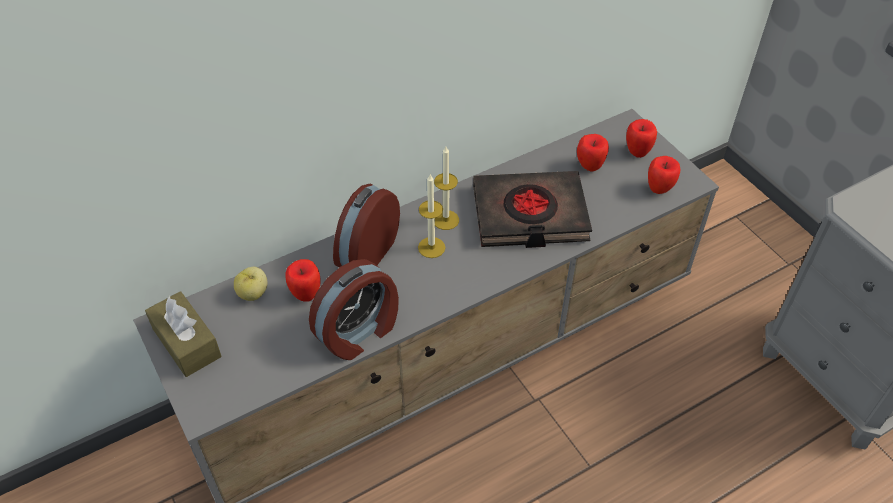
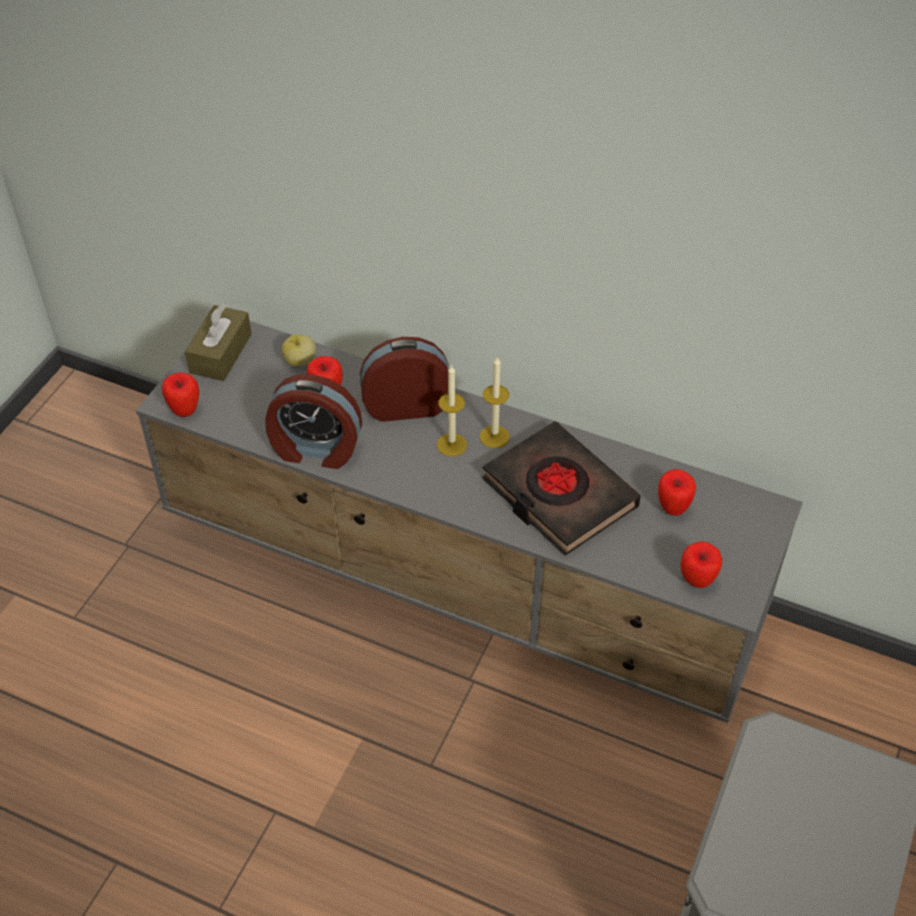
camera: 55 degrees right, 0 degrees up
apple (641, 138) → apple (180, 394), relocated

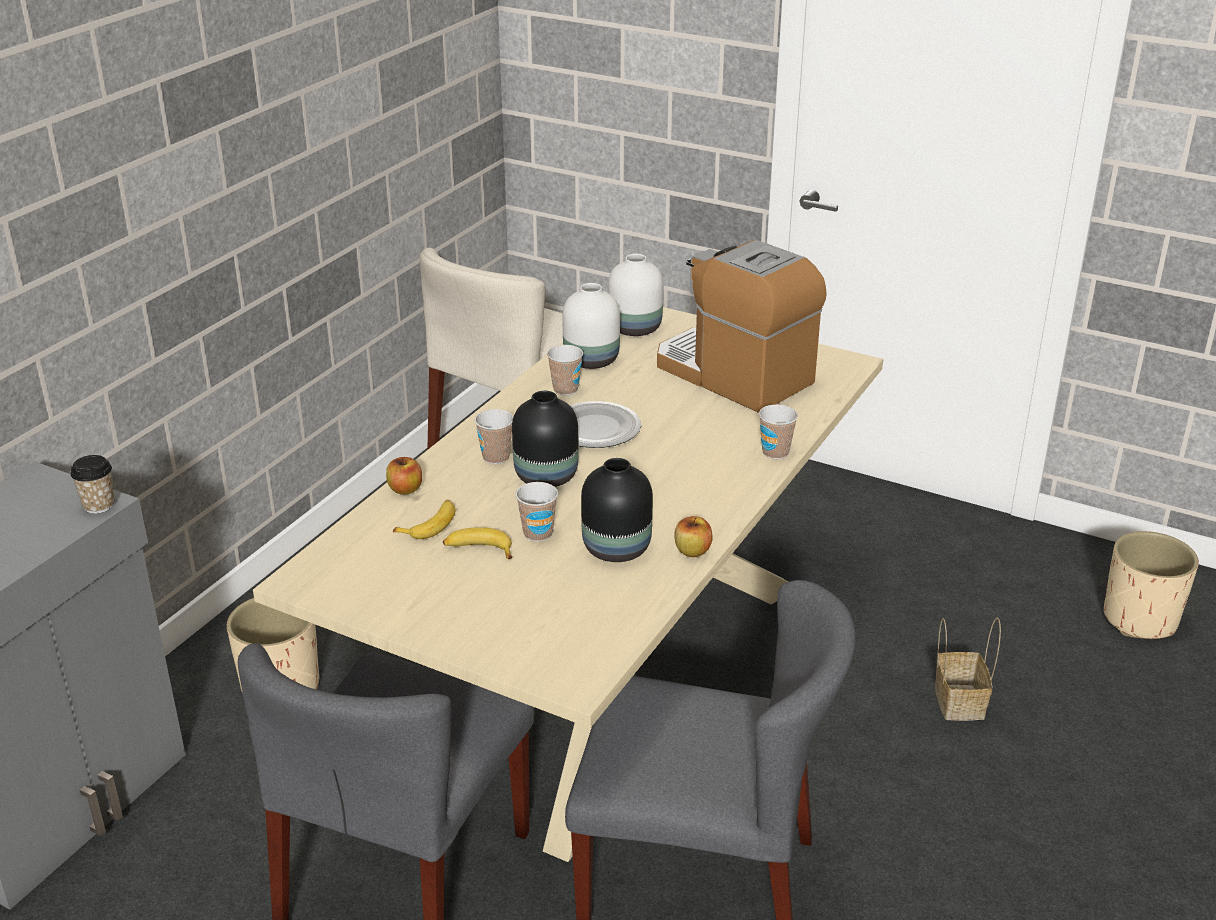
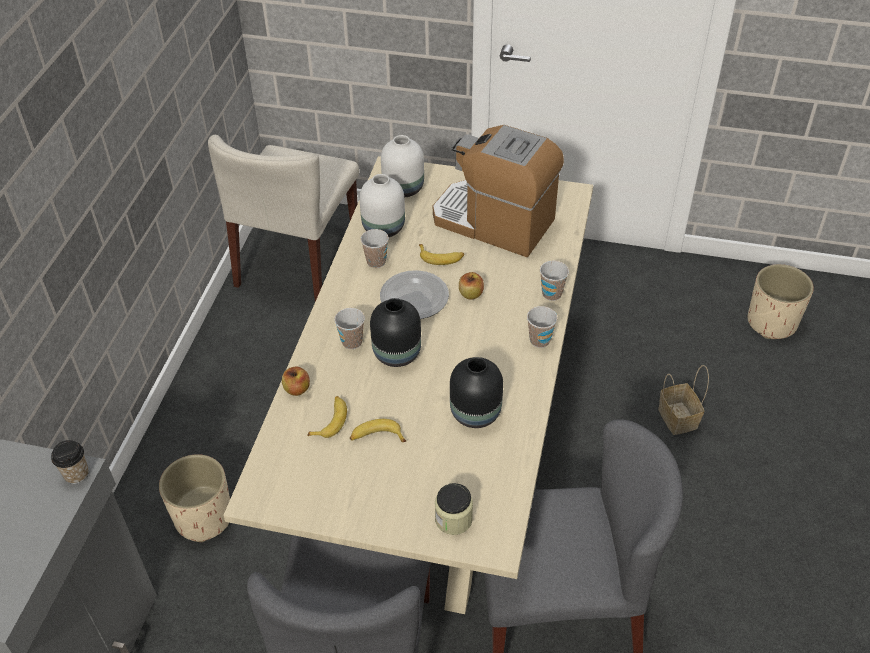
camera: 15 degrees left, 15 degrees up
cup (536, 512) → cup (542, 327), relocated
apple (693, 536) → apple (471, 286), relocated
- → banana (441, 254)
- → jar (454, 509)

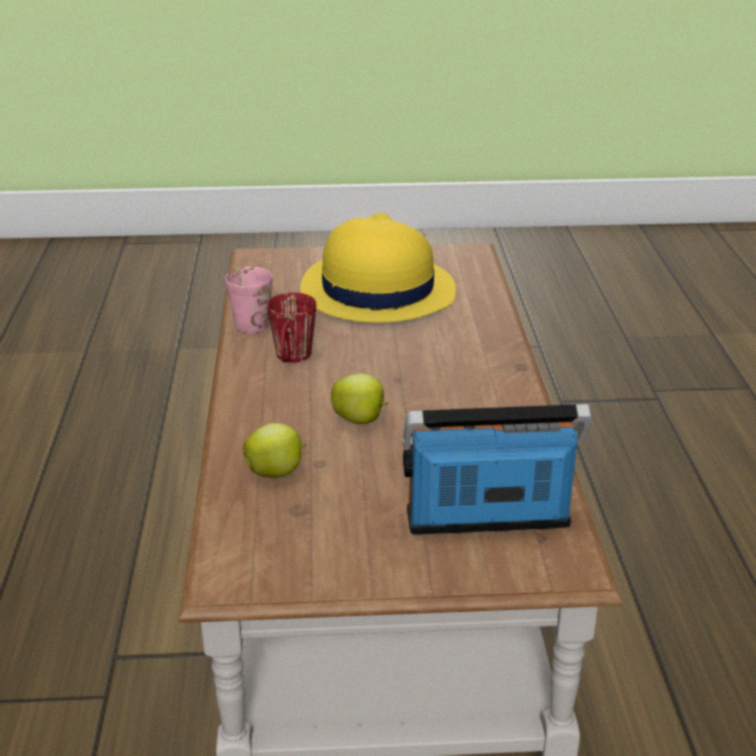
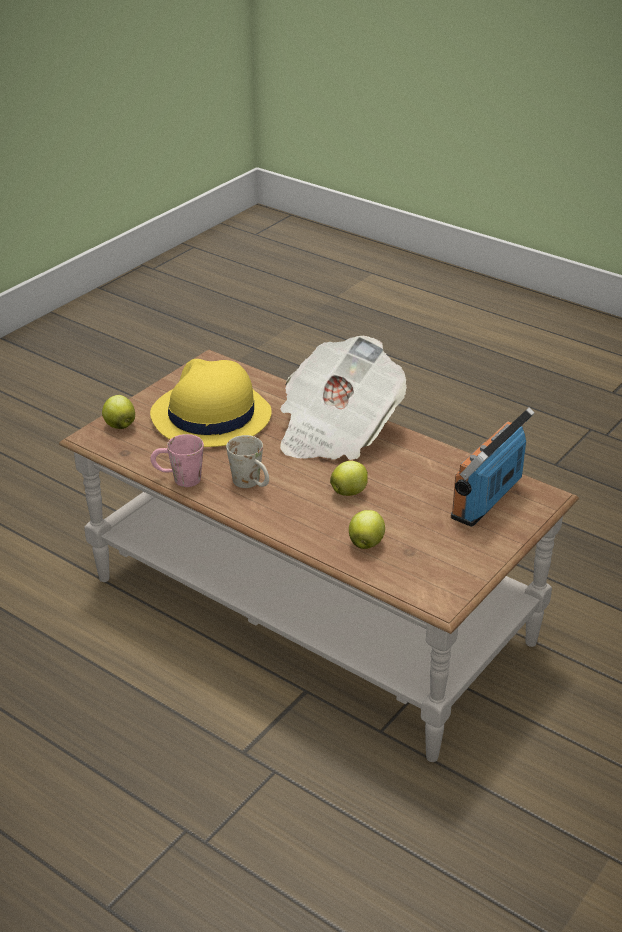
camera: 50 degrees left, 5 degrees up
red mug (291, 327) → white mug (247, 461)
- → newspaper (343, 398)
- → apple (118, 412)

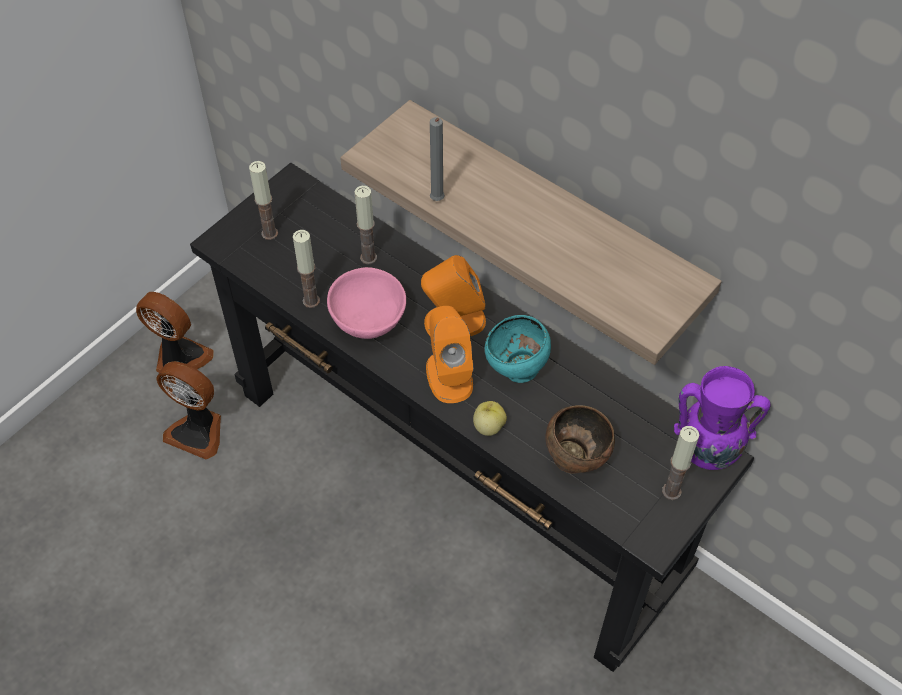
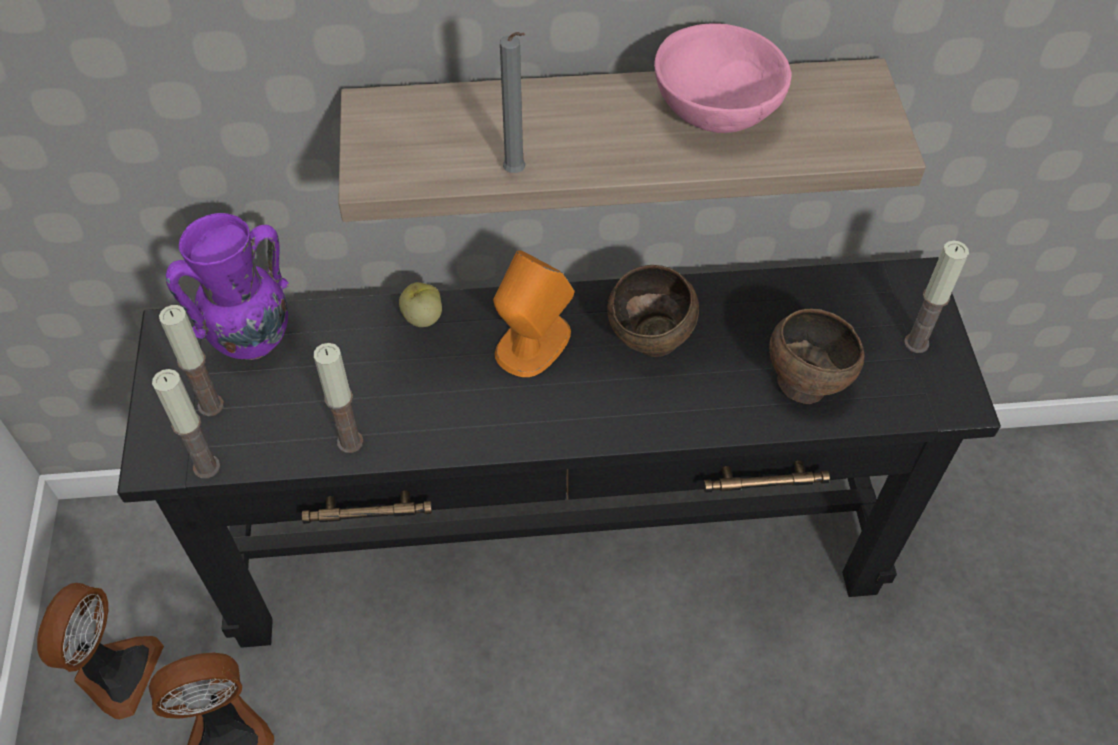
camera: 45 degrees left, 0 degrees up
candle (366, 225) → candle (186, 424), relocated
pink bowl (366, 303) → pink bowl (723, 78), relocated
fan (175, 332) → fan (100, 651), 120 degrees clockwise
orange speaker (450, 354) → -
turquoise bowl (518, 349) → brown bowl (653, 311)
purple vase (722, 418) → purple vase (227, 286), relocated
apple (490, 418) → apple (420, 304), relocated

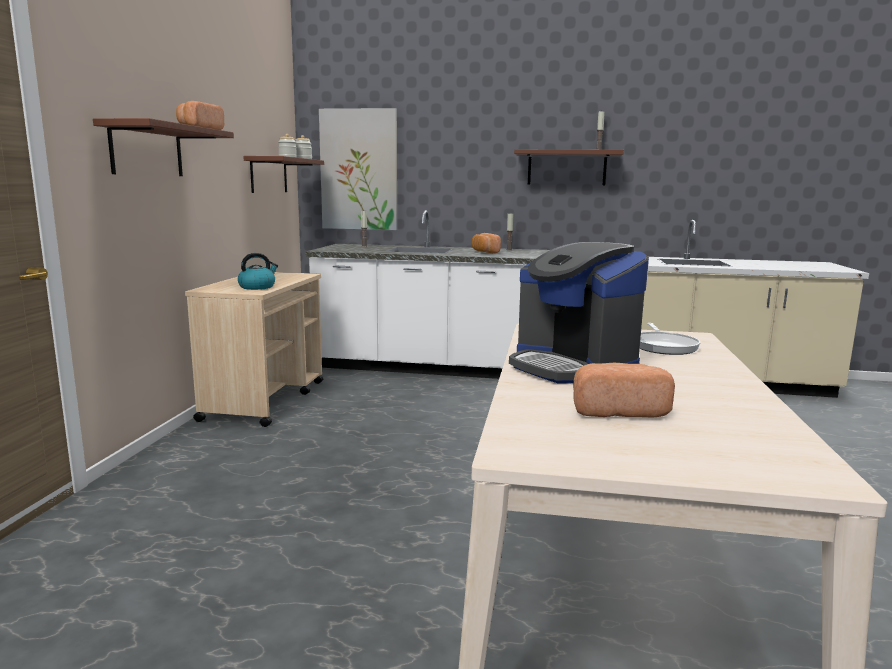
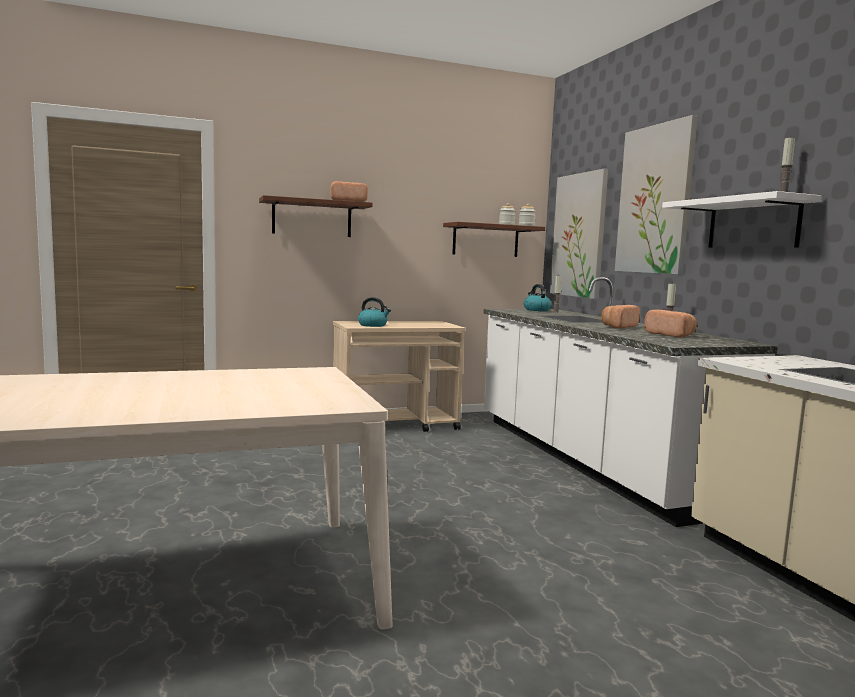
camera: 60 degrees right, 5 degrees down
brown shelf (569, 167) → white shelf (742, 219)
coffee machine (579, 313) → -
frying pan (670, 339) → -
bread (624, 390) → bread (670, 323), relocated
- → picture (656, 195)
- → kettle (538, 297)

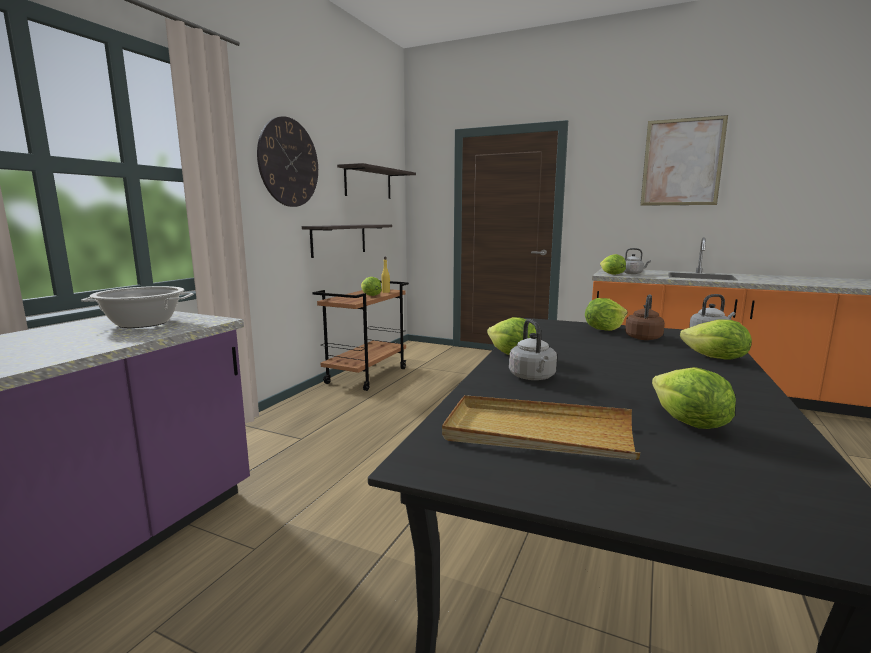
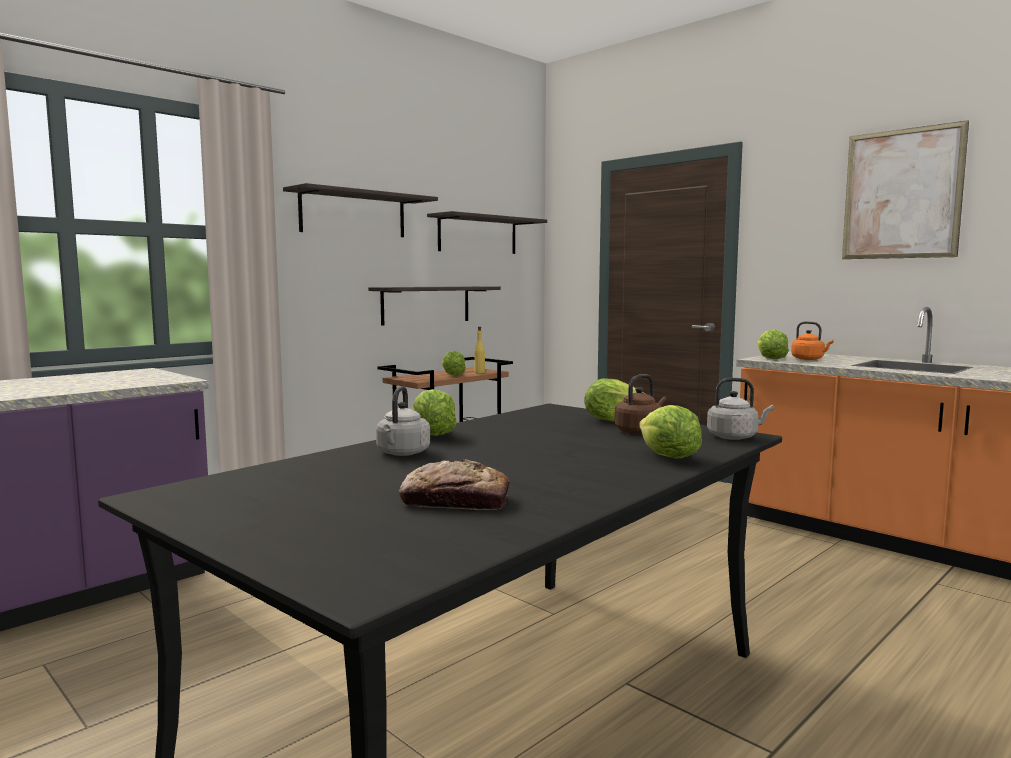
camera: 20 degrees right, 5 degrees down
wall clock (287, 161) → shelf (360, 210)
grey kettle (637, 261) → orange kettle (812, 340)
cooking pot (137, 307) → -
lettuce (694, 398) → bread (454, 485)
beige tray (541, 427) → -

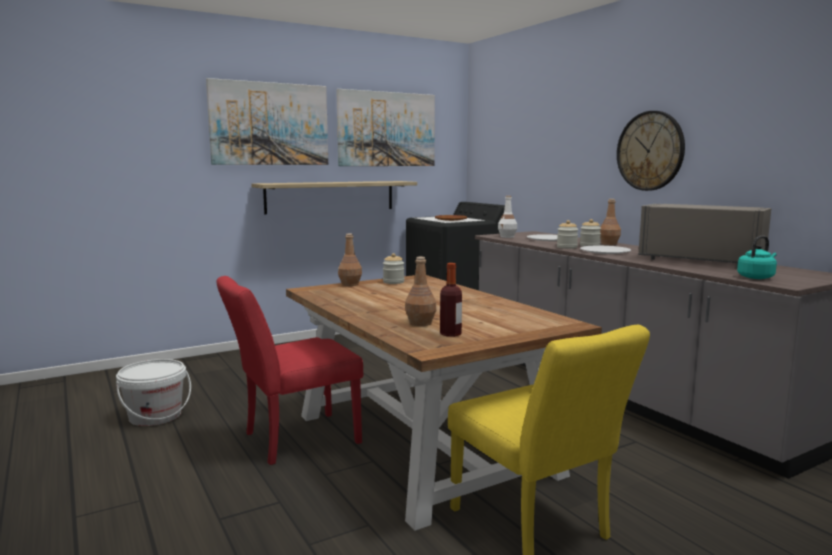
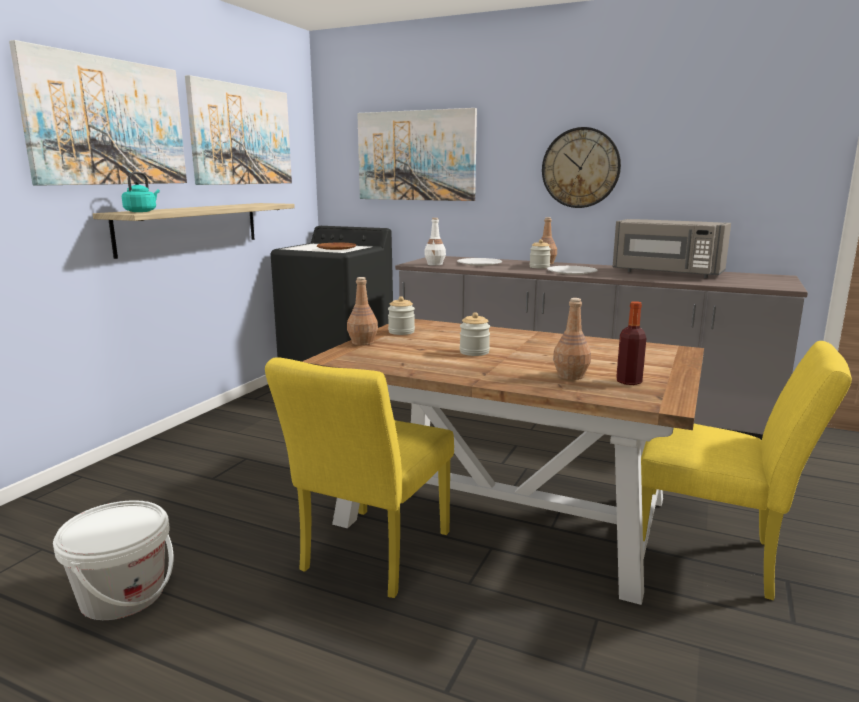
camera: 35 degrees left, 5 degrees up
grey microwave (704, 235) → grey microwave (672, 248), 150 degrees counterclockwise
jar (567, 234) → jar (475, 334), relocated
turquoise kettle (757, 257) → turquoise kettle (141, 192), relocated
red chair (290, 370) → yellow chair (359, 477)
- → picture (417, 154)

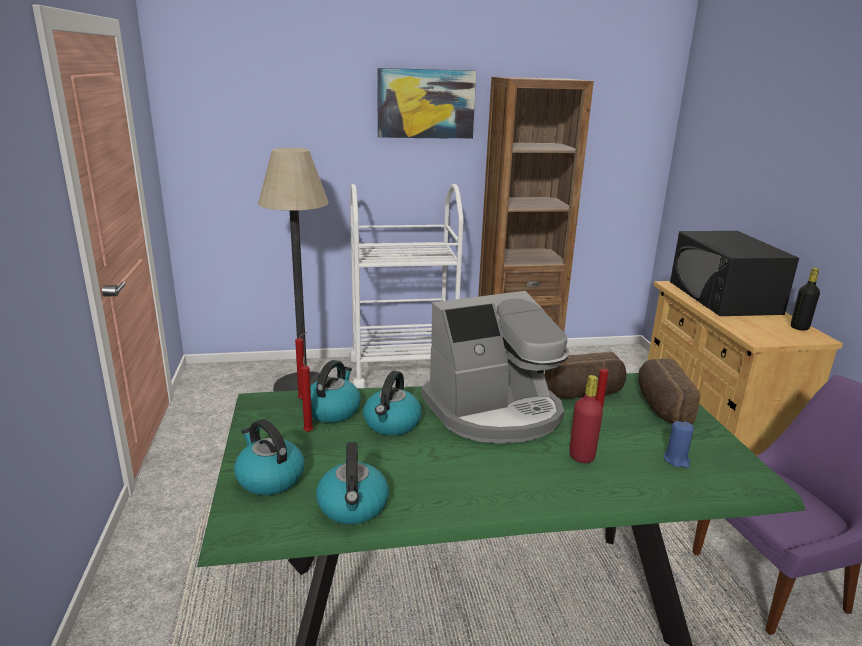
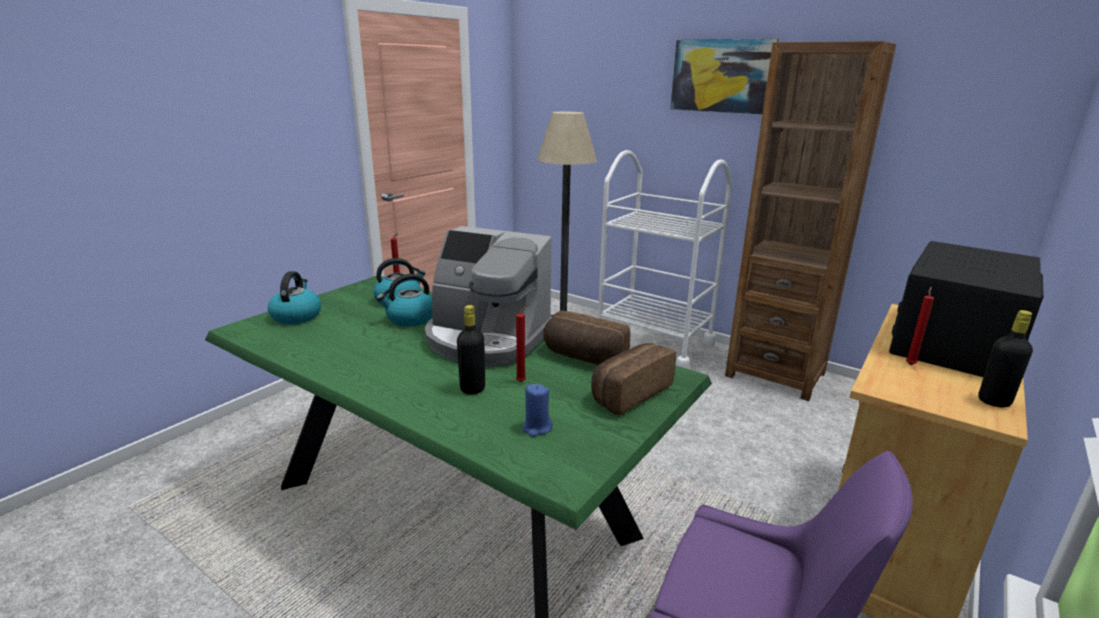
camera: 45 degrees right, 0 degrees up
red candle (307, 394) → red candle (920, 326), relocated
red bottle (586, 419) → black bottle (471, 350)
kettle (352, 483) → -

